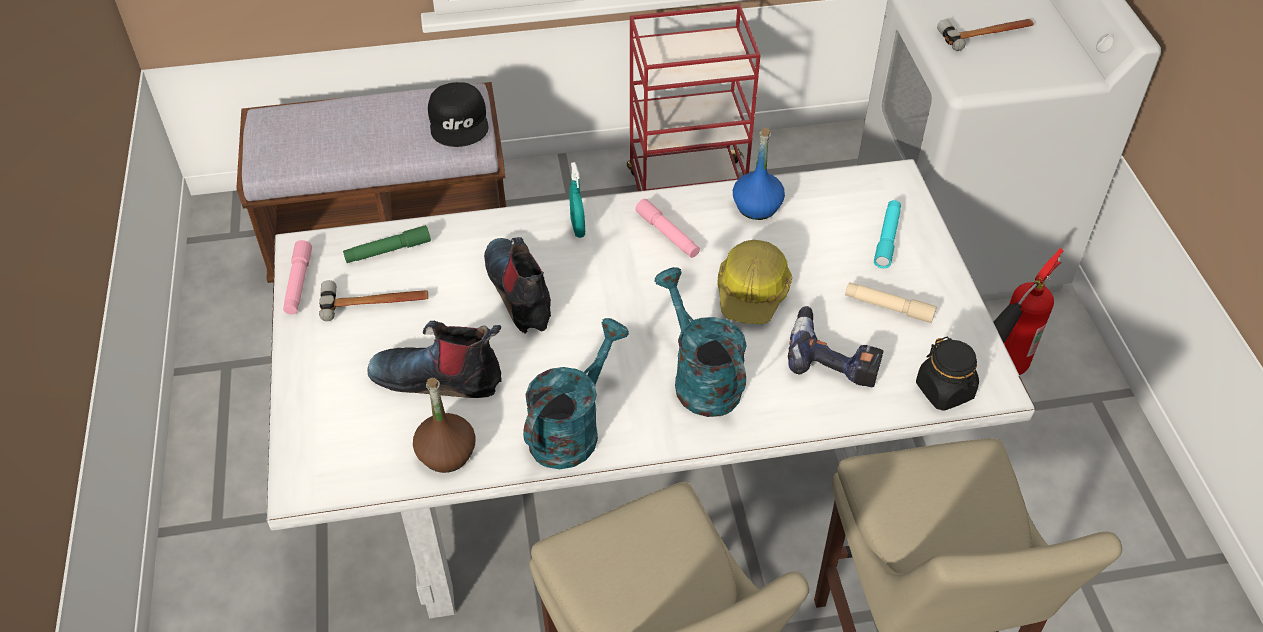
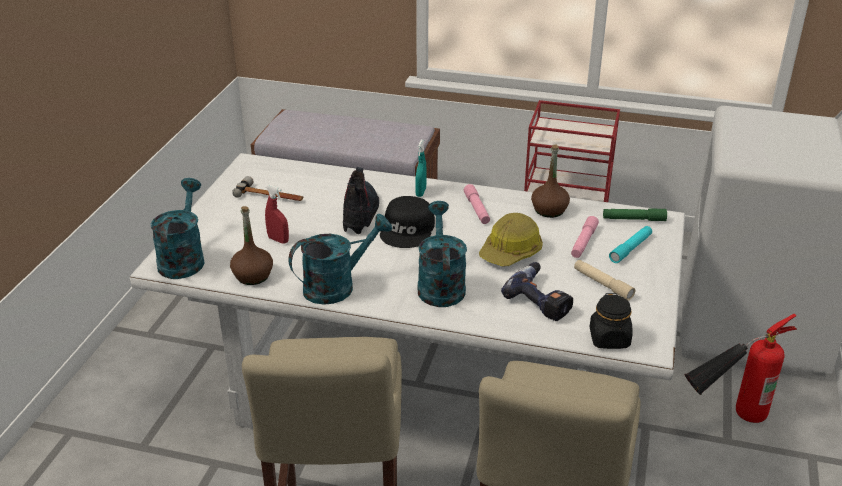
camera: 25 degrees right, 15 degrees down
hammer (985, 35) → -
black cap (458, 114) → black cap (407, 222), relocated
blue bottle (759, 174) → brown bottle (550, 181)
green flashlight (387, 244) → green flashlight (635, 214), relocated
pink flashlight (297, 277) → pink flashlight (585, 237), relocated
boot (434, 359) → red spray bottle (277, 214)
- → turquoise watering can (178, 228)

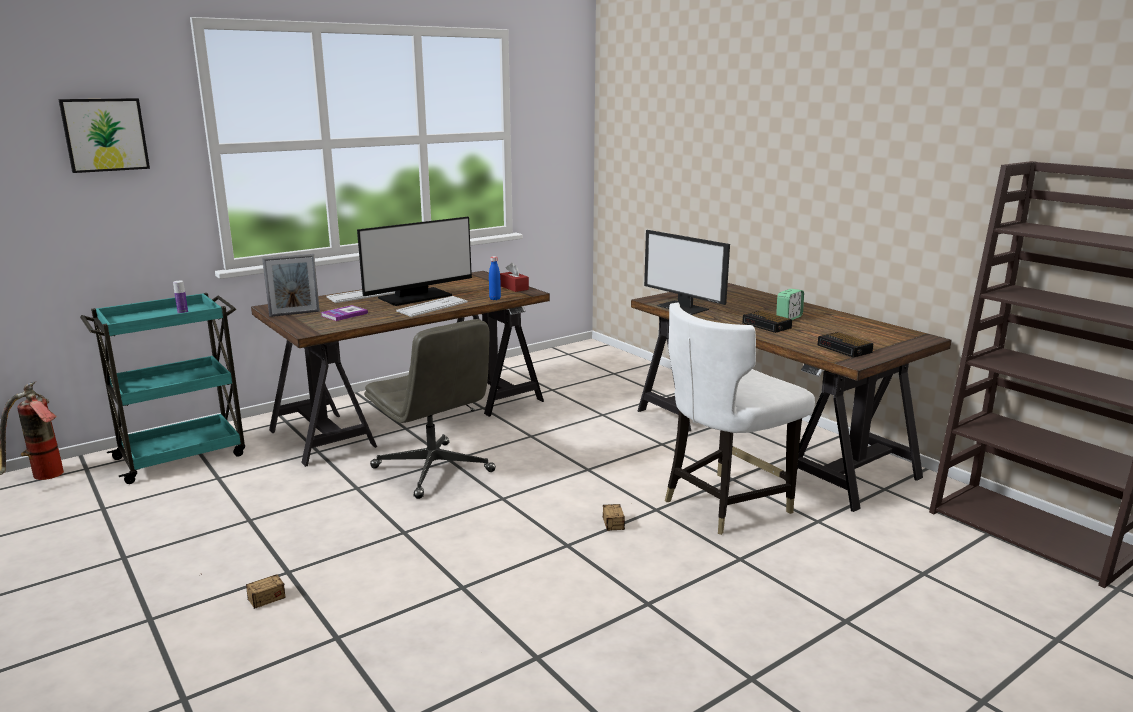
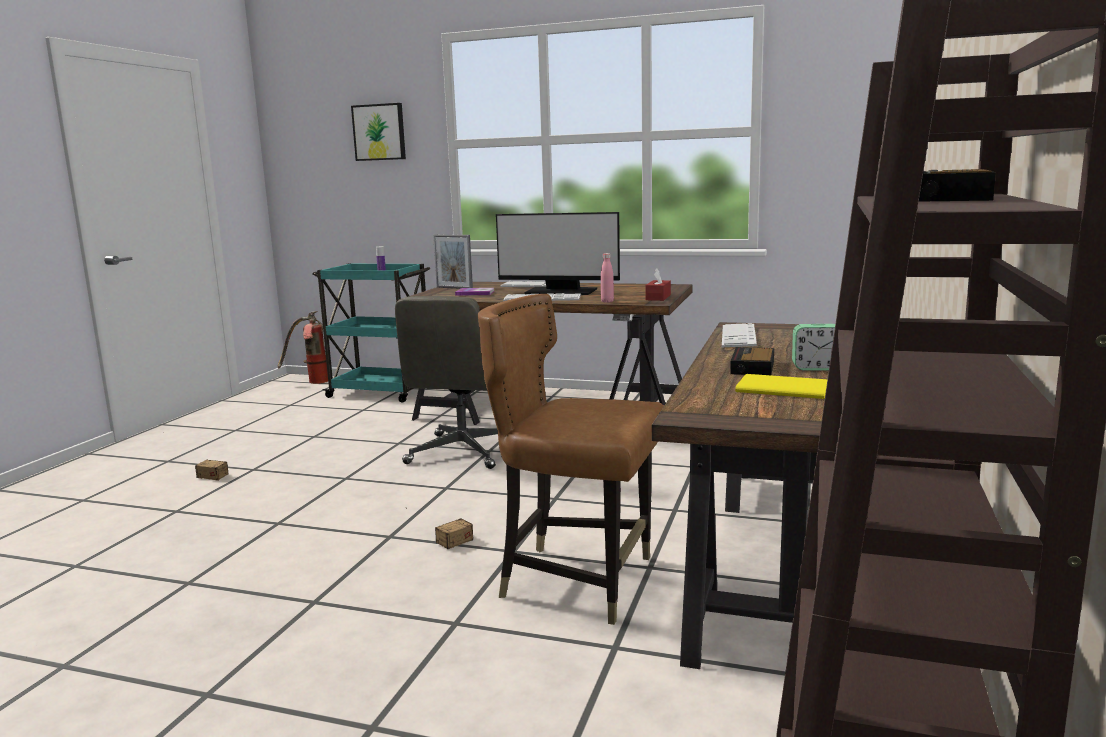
camera: 55 degrees right, 5 degrees down
monitor (687, 272) → keyboard (739, 335)
blue bottle (495, 278) → pink bottle (607, 278)
white chair (740, 418) → brown chair (571, 459)
alarm clock (846, 345) → alarm clock (957, 185), relocated
- → yellow book (781, 386)

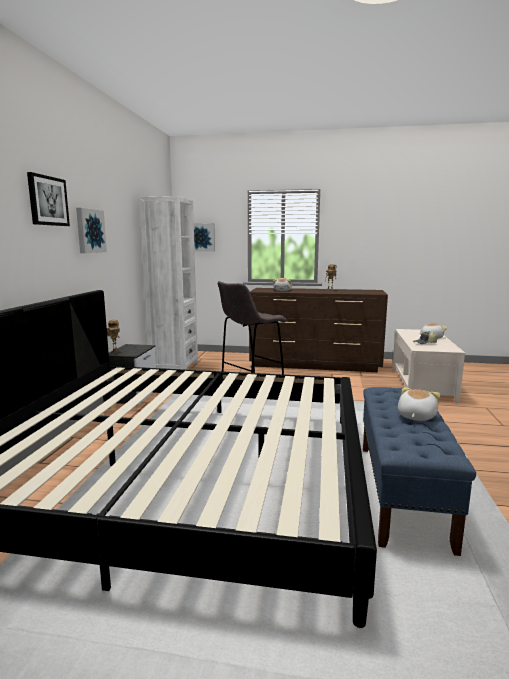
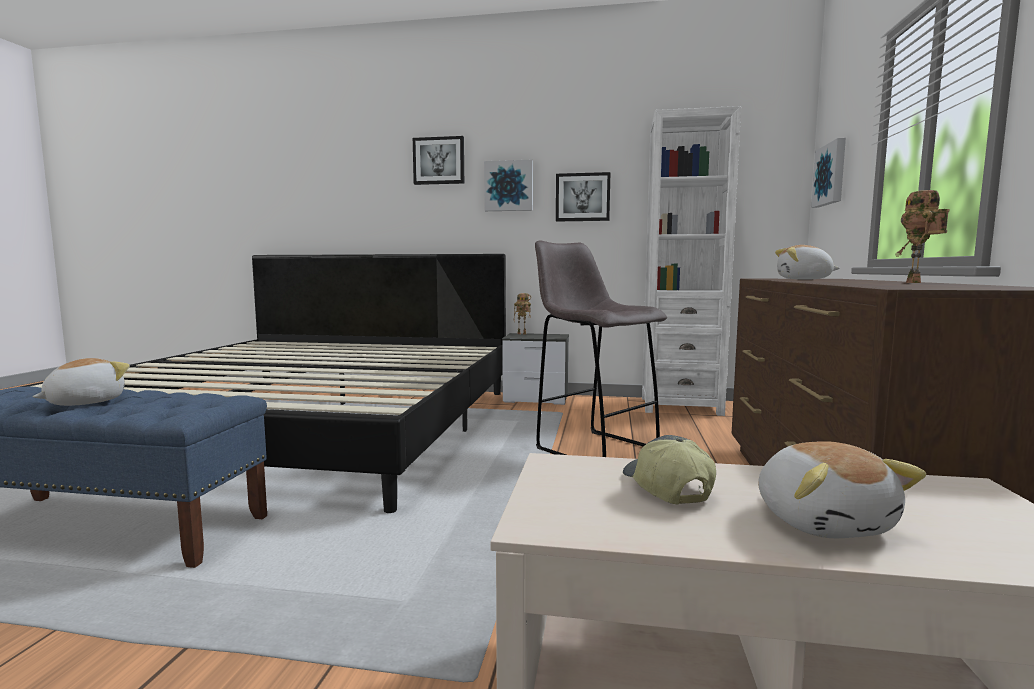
camera: 90 degrees right, 5 degrees down
plush toy (419, 404) → plush toy (81, 382), 90 degrees counterclockwise
- → picture (583, 196)

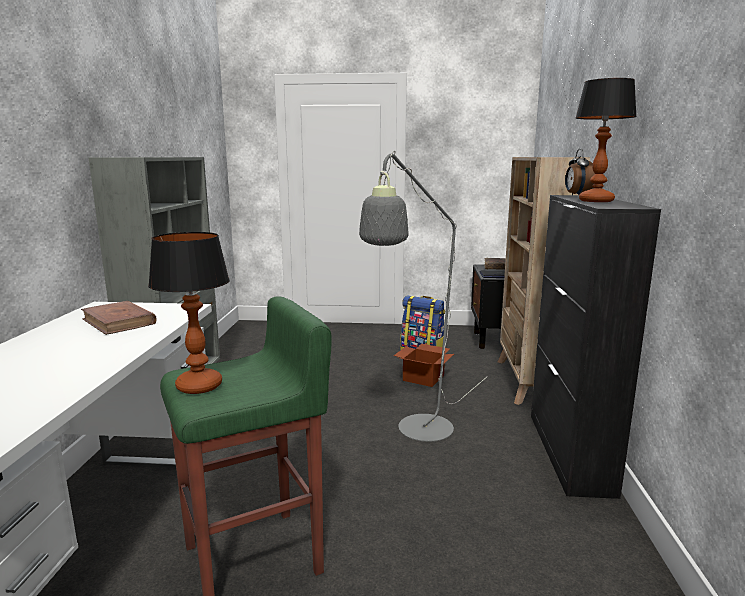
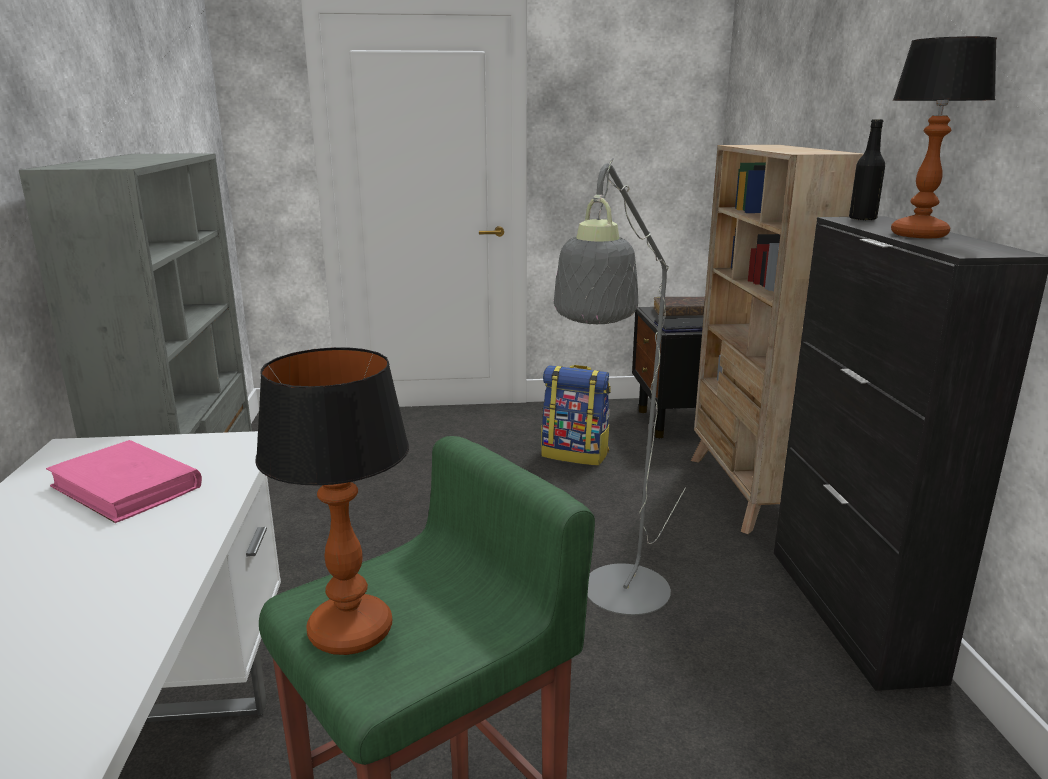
camera: 10 degrees left, 5 degrees up
alarm clock (580, 171) → black bottle (867, 170)
brown book (119, 318) → pink book (124, 481)
cardboard box (424, 365) → -

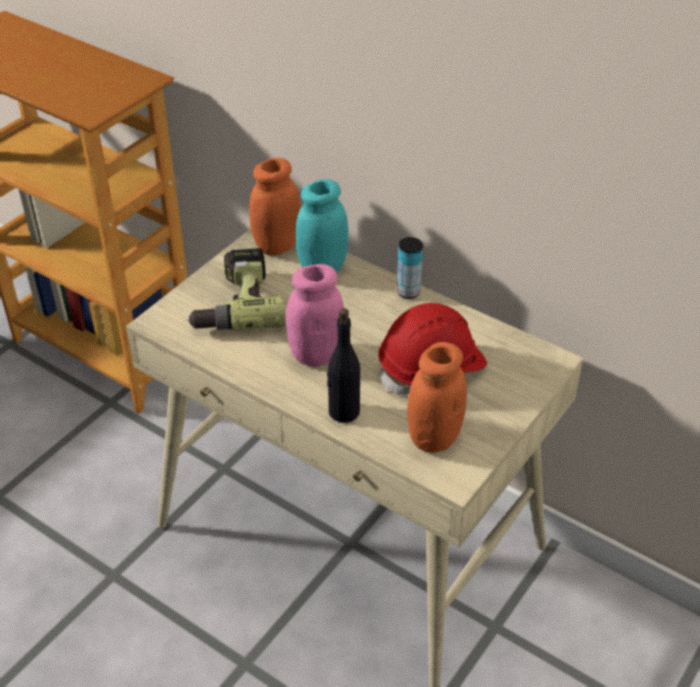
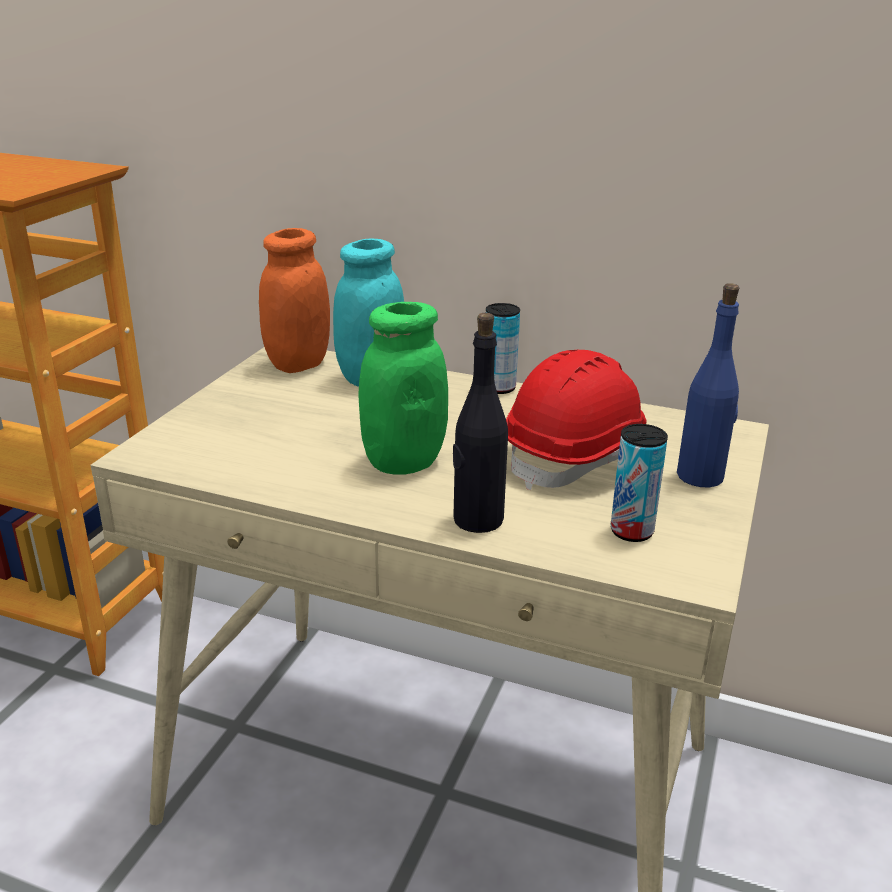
camera: 15 degrees left, 15 degrees down
power drill (236, 289) → -
pink jar (315, 315) → green jar (403, 388)
orange jar (437, 397) → can (639, 483)
- → blue bottle (708, 385)

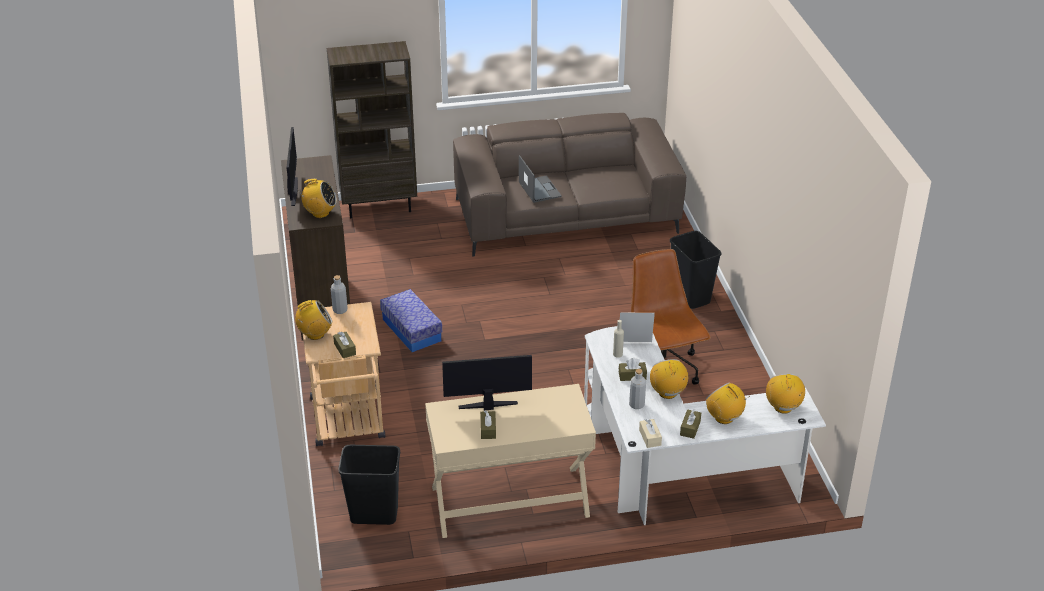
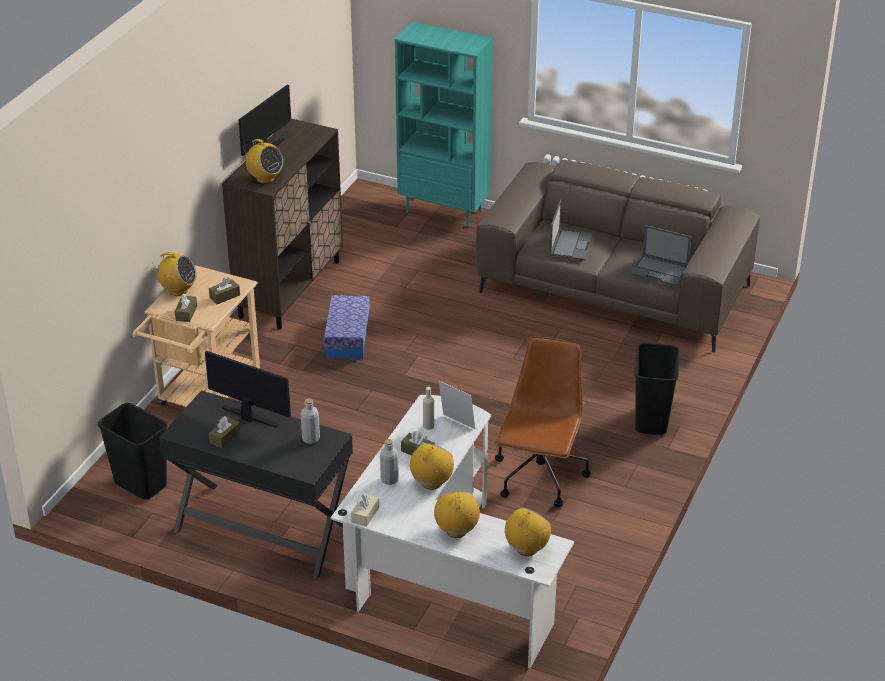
camera: 35 degrees right, 0 degrees up
brown bookcase (372, 129) → turquoise bookcase (444, 124)
grey bottle (339, 294) → grey bottle (310, 421), relocated
beige desk (510, 461) → black desk (256, 484)
brown tissue box (690, 424) → brown tissue box (224, 291), relocated
- → laptop (661, 255)

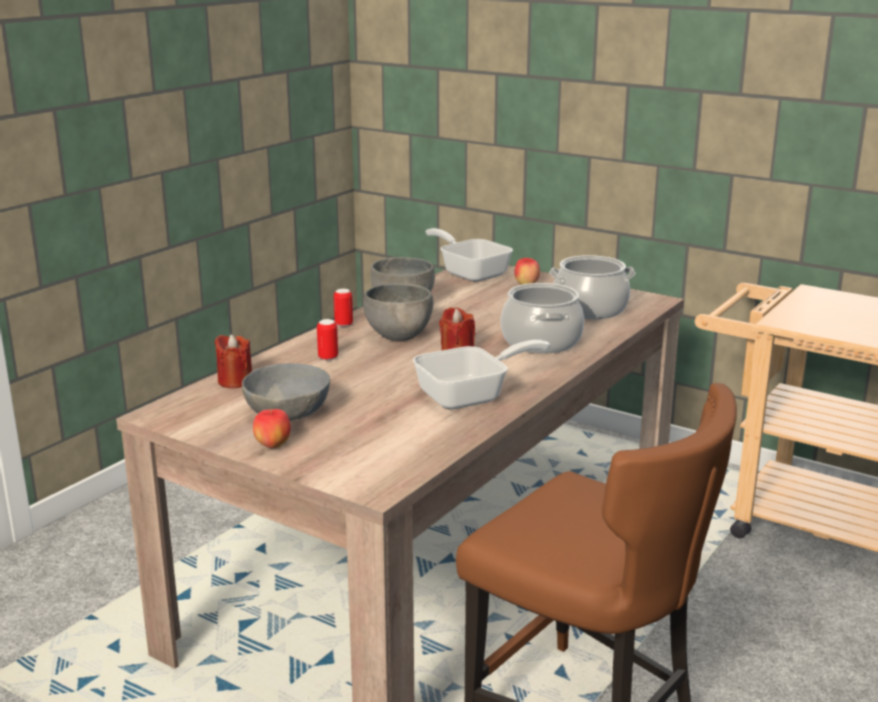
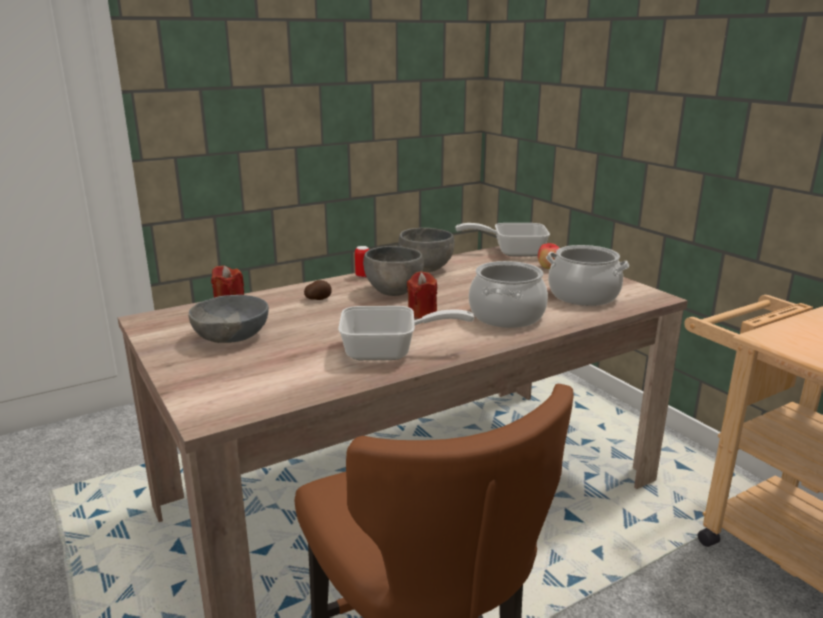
camera: 25 degrees right, 0 degrees up
frying pan (469, 255) → frying pan (502, 239), 75 degrees counterclockwise
can (327, 340) → potato (318, 290)
apple (272, 429) → -

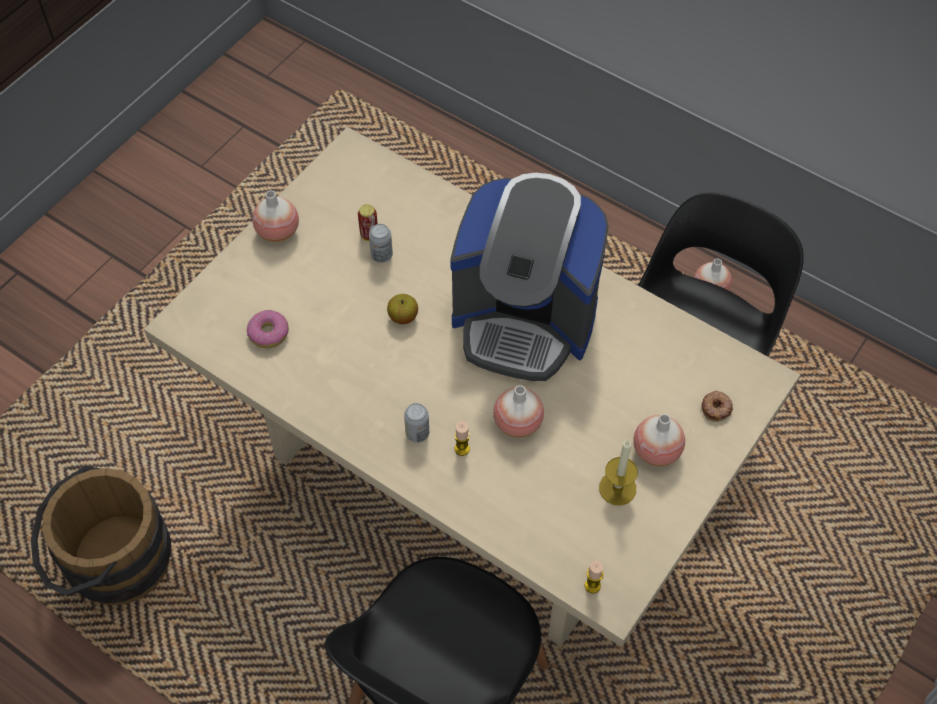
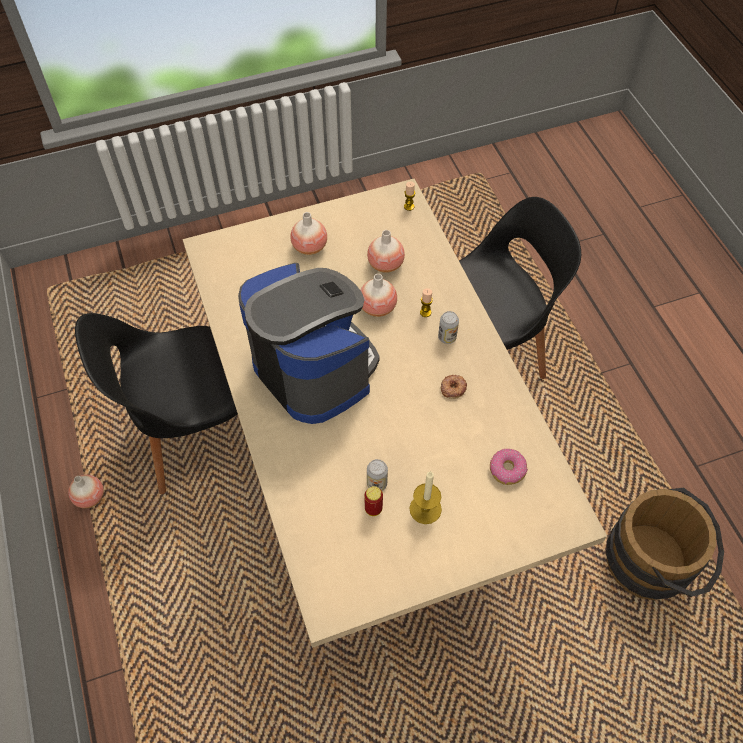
camera: 145 degrees left, 0 degrees up
vase (275, 216) → vase (386, 251), relocated
apple (402, 309) → -
donut (717, 406) → donut (454, 387), relocated
candle (618, 472) → candle (426, 497), relocated

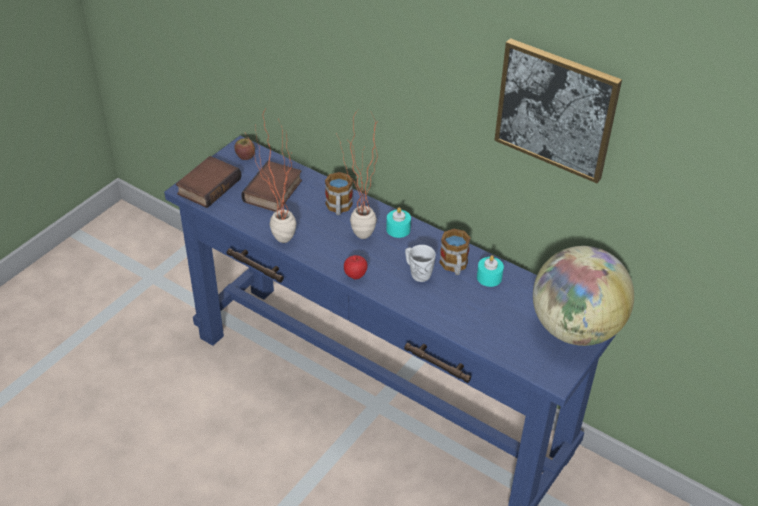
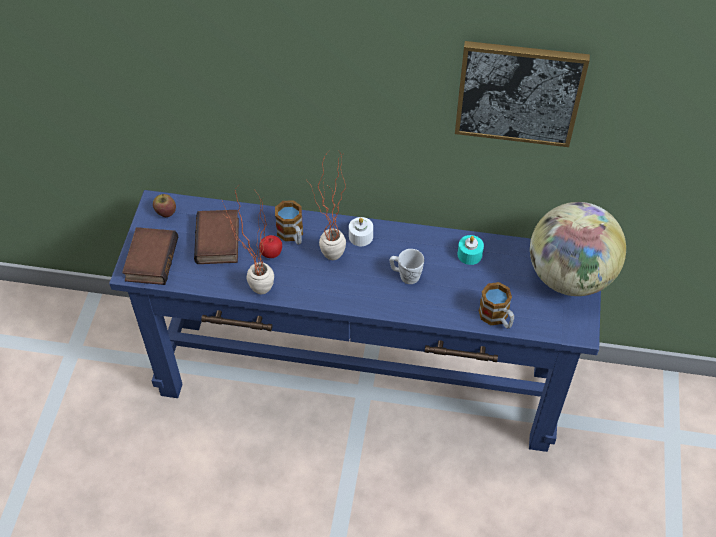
camera: 25 degrees left, 10 degrees up
turquoise candle (398, 222) → white candle (361, 231)
mug (454, 252) → mug (496, 305), relocated
apple (356, 267) → apple (270, 246), relocated

